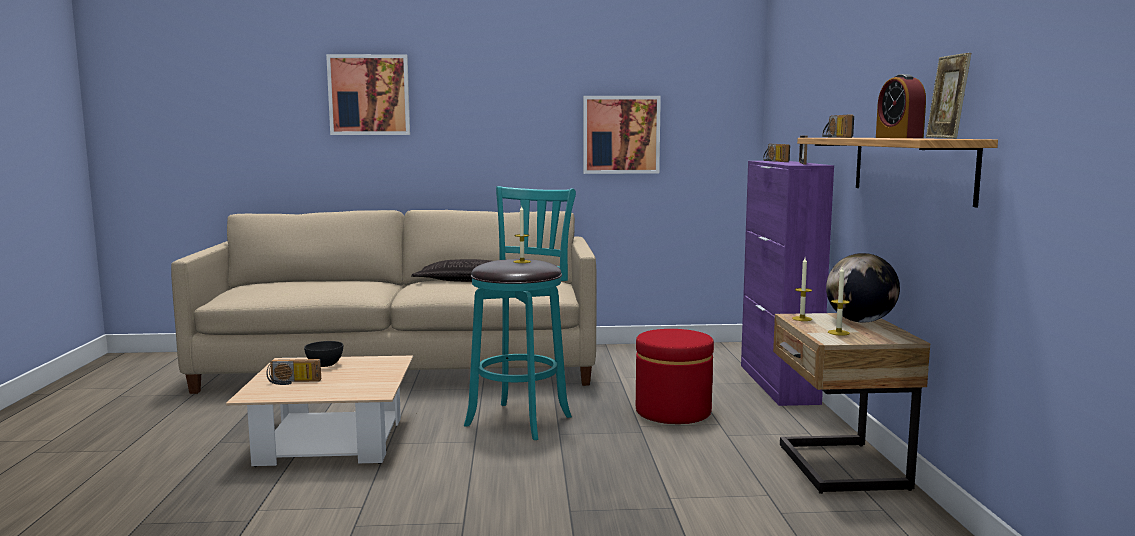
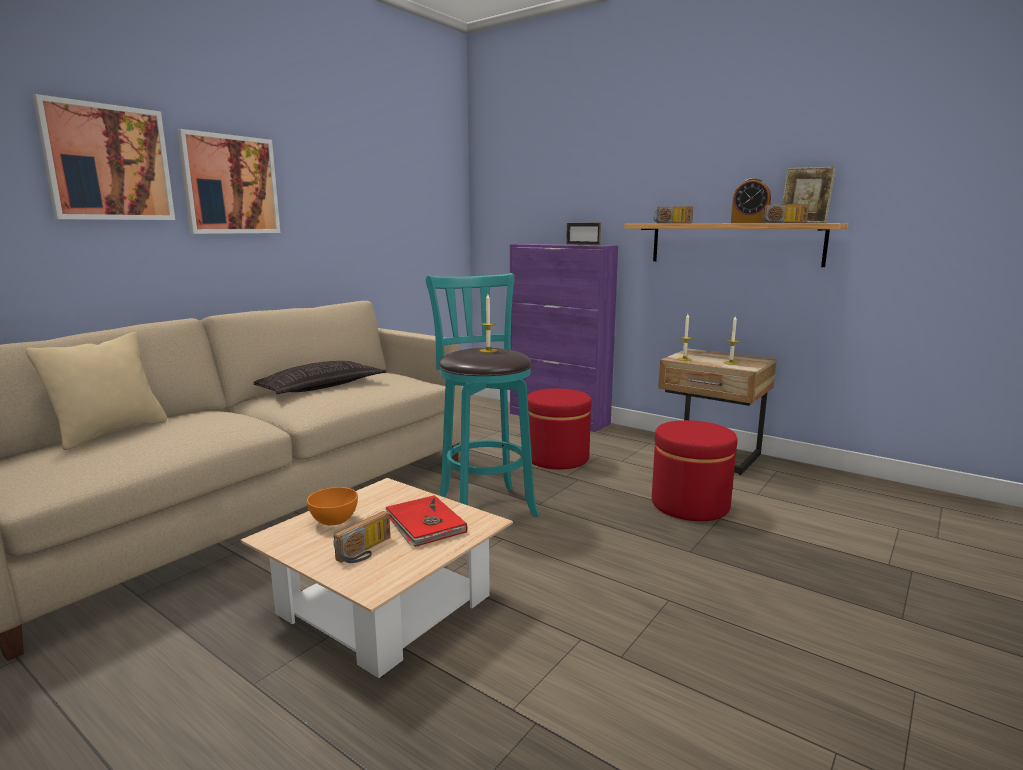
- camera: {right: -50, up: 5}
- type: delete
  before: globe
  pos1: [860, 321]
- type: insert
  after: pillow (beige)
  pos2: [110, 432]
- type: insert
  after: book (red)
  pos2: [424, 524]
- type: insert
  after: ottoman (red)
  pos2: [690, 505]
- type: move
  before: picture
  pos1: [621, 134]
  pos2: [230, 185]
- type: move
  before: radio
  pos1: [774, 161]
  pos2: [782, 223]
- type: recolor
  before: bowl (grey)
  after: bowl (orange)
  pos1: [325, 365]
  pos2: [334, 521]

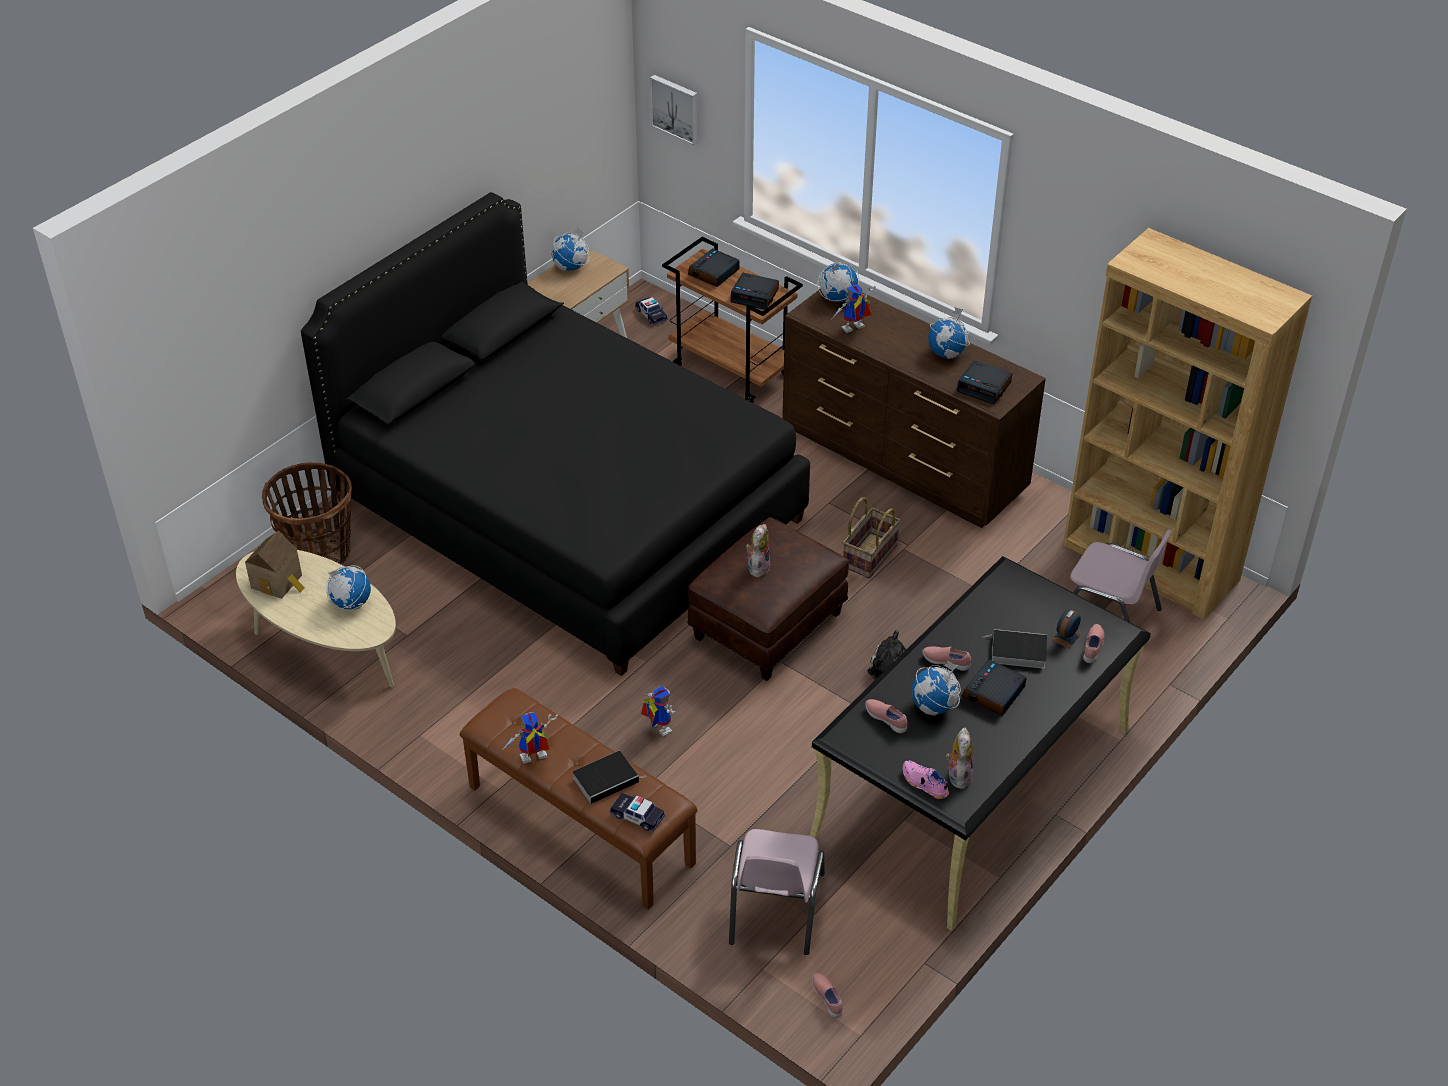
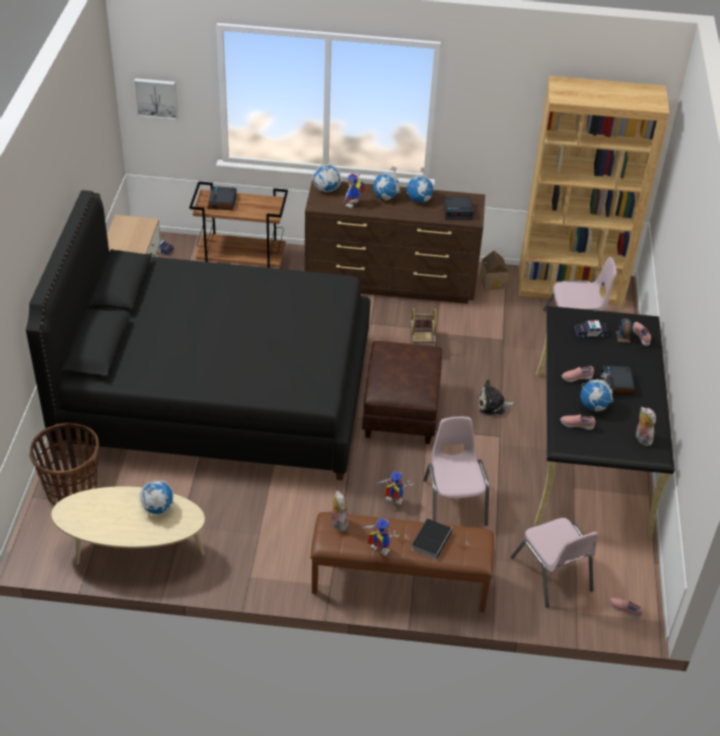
- camera: {right: -35, up: 0}
- type: delete
  before: alarm clock
  pos1: [755, 296]
- type: delete
  before: shoe (pink)
  pos1: [924, 784]
- type: delete
  before: book
  pos1: [1016, 652]
- type: insert
  after: chair (pink)
  pos2: [454, 502]
- type: move
  before: toy house
  pos1: [279, 582]
  pos2: [494, 282]
- type: move
  before: globe
  pos1: [571, 267]
  pos2: [386, 197]
- type: move
  before: toy car
  pos1: [637, 816]
  pos2: [590, 333]
- type: move
  before: plush toy
  pos1: [757, 566]
  pos2: [338, 522]
- type: rotate
  before: toy robot
  pos1: [532, 760]
  pos2: [377, 550]
  turn: 90

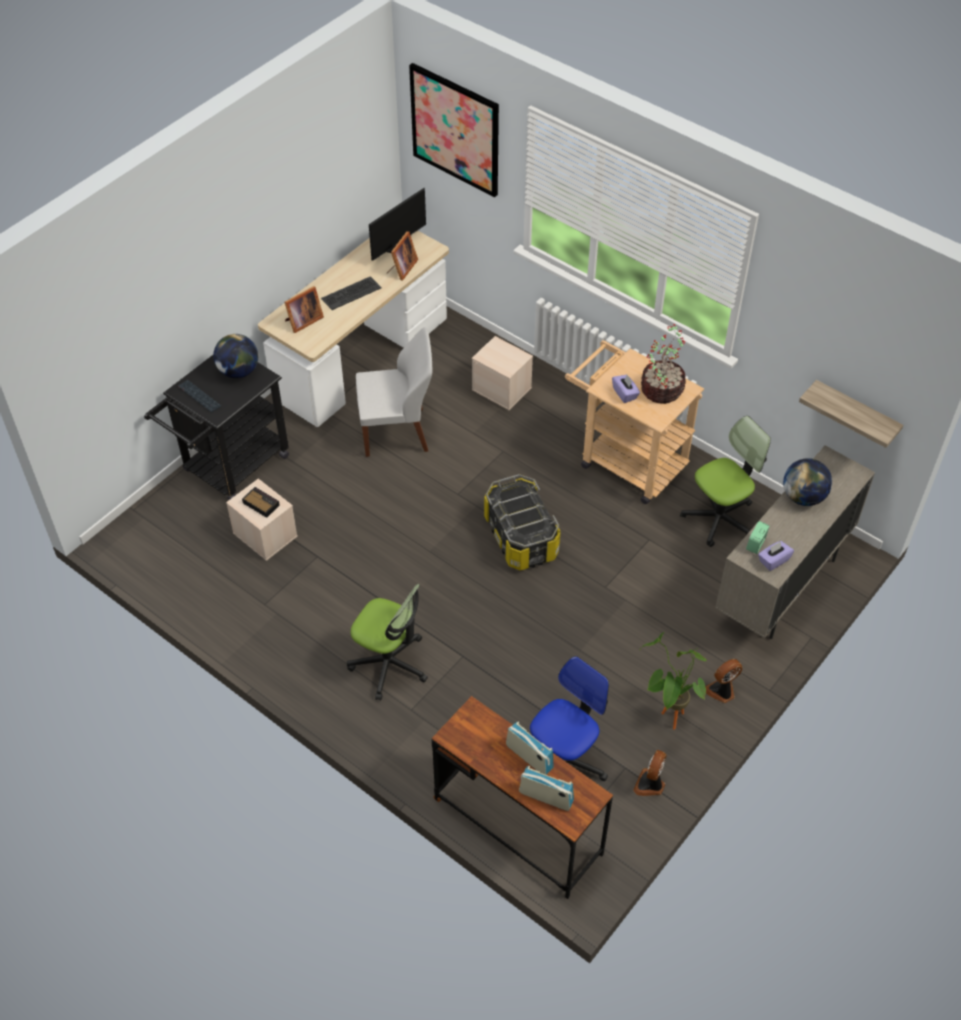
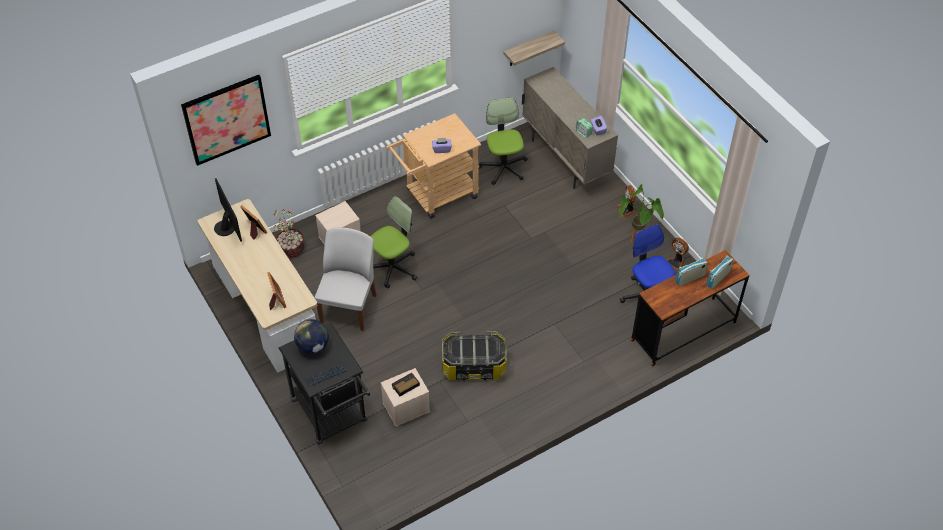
- camera: {right: -70, up: 0}
- type: delete
  before: keyboard
  pos1: [351, 293]
- type: delete
  before: globe
  pos1: [803, 497]
- type: move
  before: office chair
  pos1: [389, 664]
  pos2: [393, 267]
- type: move
  before: storage box
  pos1: [521, 537]
  pos2: [474, 365]
- type: move
  before: potted plant
  pos1: [662, 389]
  pos2: [290, 248]

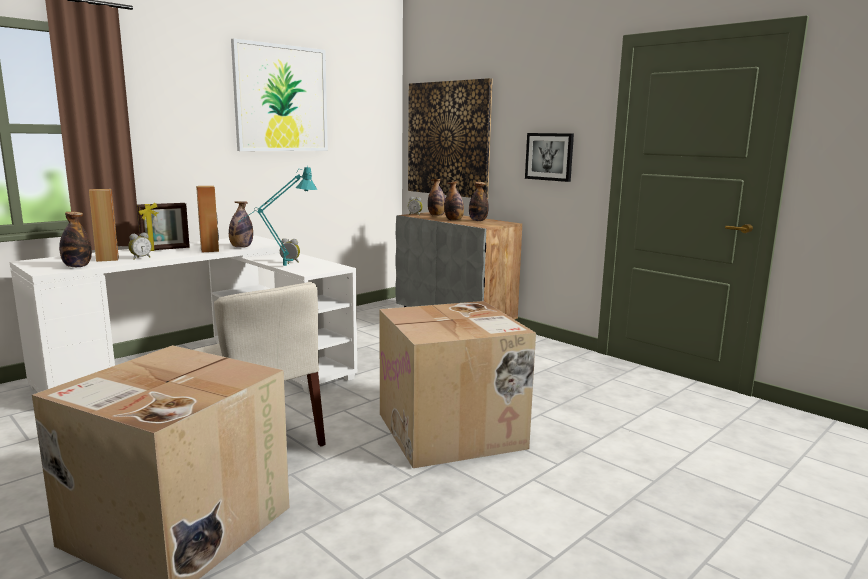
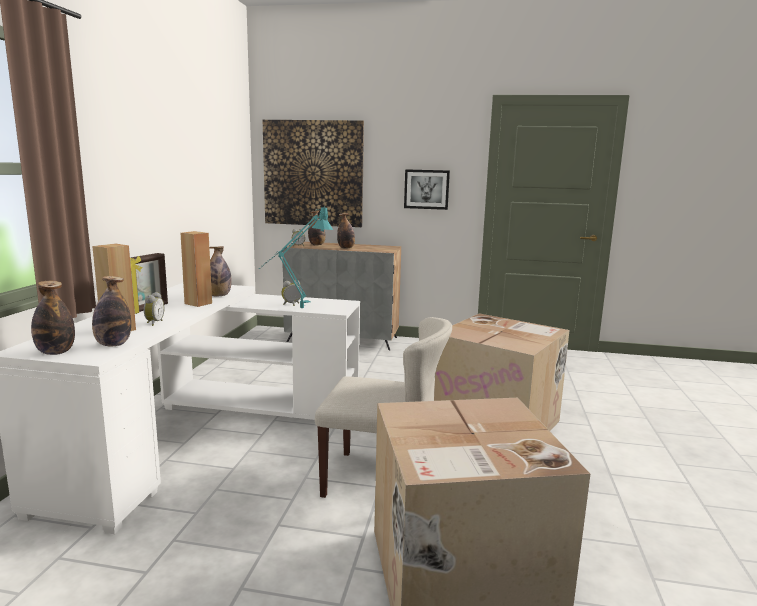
- camera: {right: -35, up: 0}
- type: delete
  before: picture
  pos1: [281, 98]
- type: move
  before: bottle
  pos1: [478, 220]
  pos2: [56, 352]

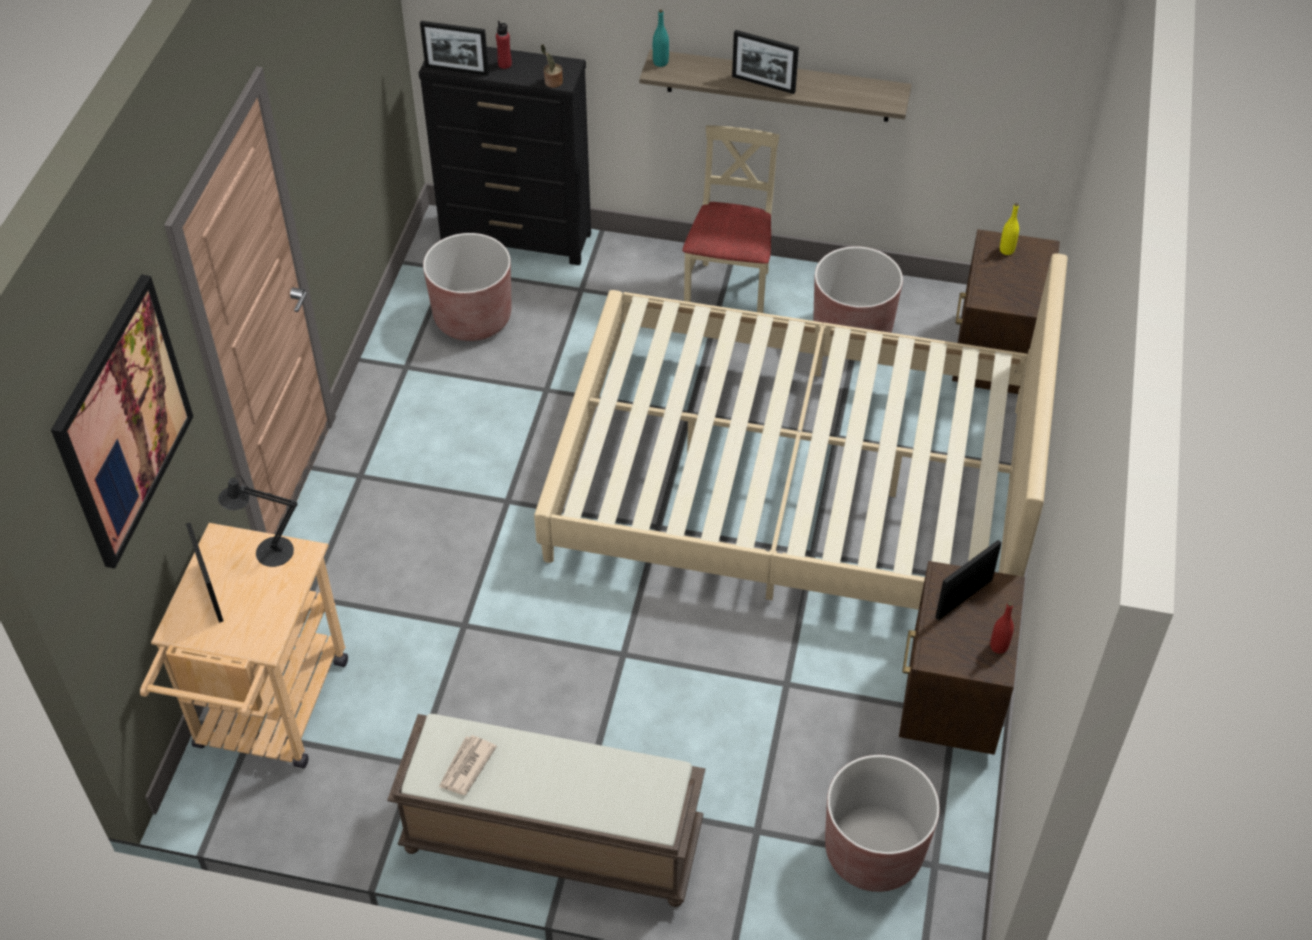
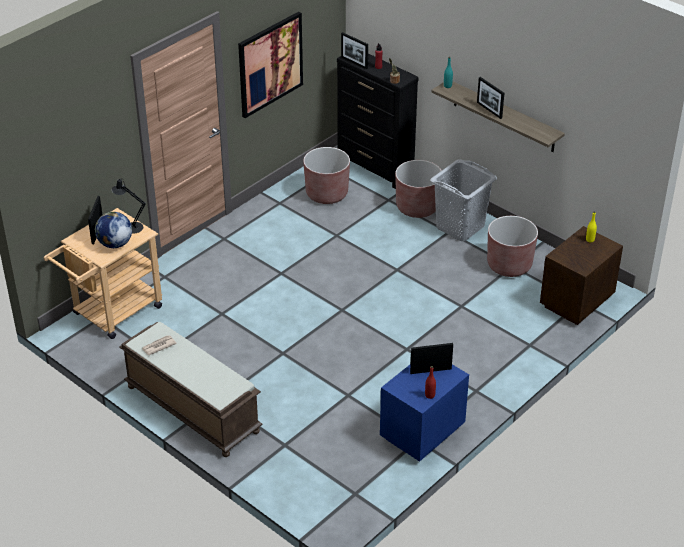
- camera: {right: 30, up: -10}
- type: delete
  before: bed (beige)
  pos1: [794, 485]
- type: insert
  after: globe
  pos2: [115, 244]
- type: move
  before: picture
  pos1: [123, 421]
  pos2: [270, 64]
- type: move
  before: planter (brown)
  pos1: [873, 851]
  pos2: [417, 207]
- type: replace
  before: chair (beige)
  after: laundry basket (grey)
  pos1: [729, 294]
  pos2: [460, 227]
- type: recolor
  before: nightstand (brown)
  after: nightstand (blue)
  pos1: [949, 700]
  pos2: [420, 434]

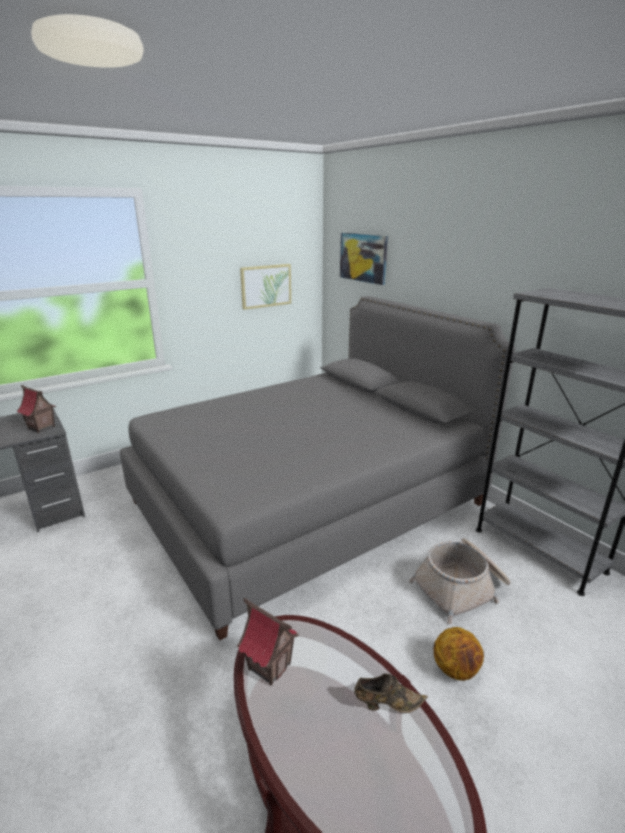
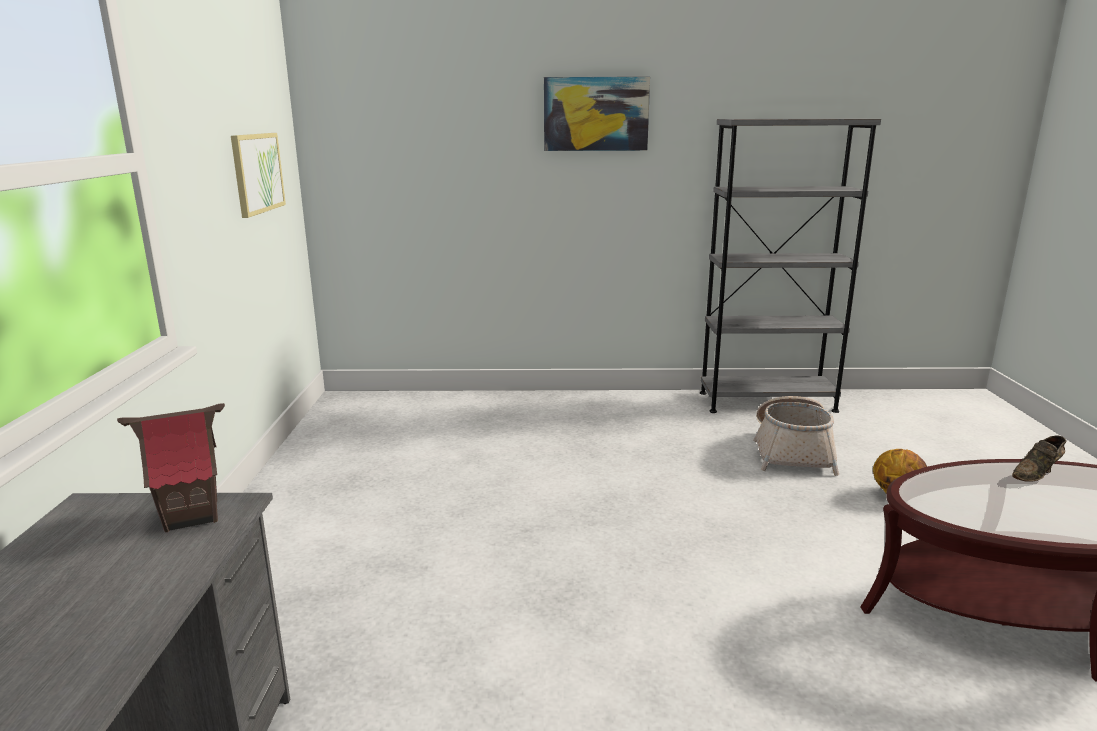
- camera: {right: -55, up: -5}
- type: delete
  before: bed (grey)
  pos1: [307, 502]
- type: delete
  before: toy house
  pos1: [269, 666]
- type: move
  before: picture
  pos1: [363, 257]
  pos2: [596, 114]
- type: rotate
  before: shoe (brown)
  pos1: [387, 703]
  pos2: [1037, 474]
  turn: -150

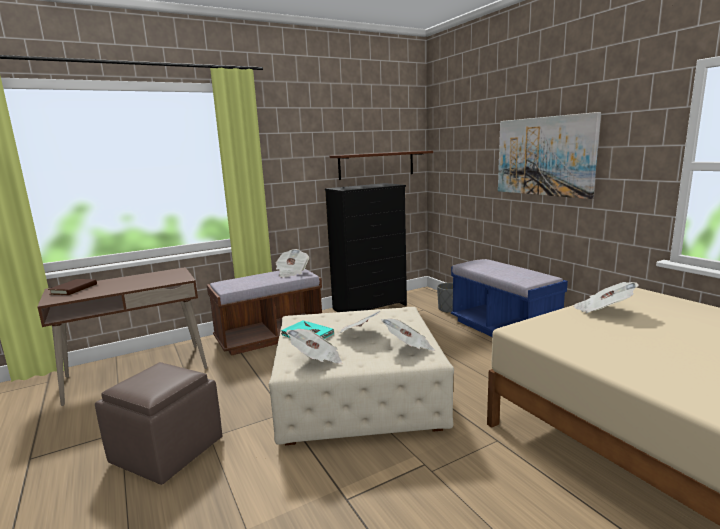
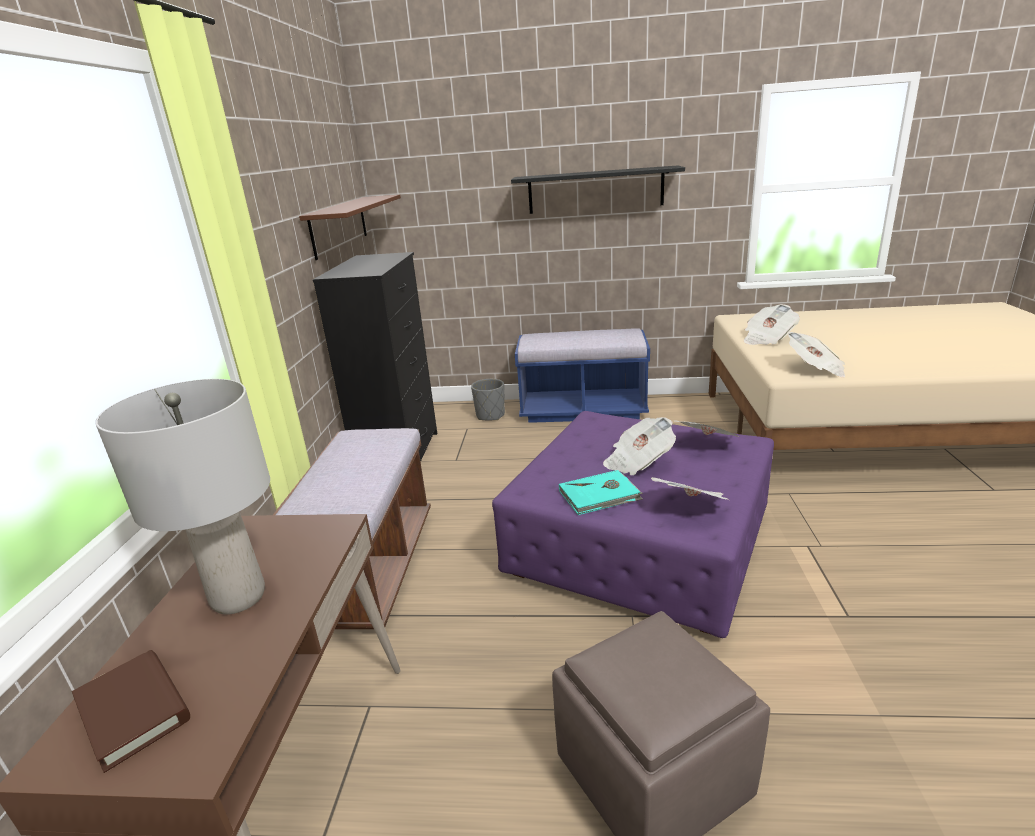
- camera: {right: -55, up: 10}
- type: insert
  after: table lamp (grey)
  pos2: [239, 596]
- type: move
  before: newspaper
  pos1: [292, 272]
  pos2: [815, 369]
- type: replace
  before: picture
  after: shelf (black)
  pos1: [544, 156]
  pos2: [595, 190]
- type: recolor
  before: ottoman (beige)
  after: ottoman (purple)
  pos1: [358, 395]
  pos2: [638, 542]

